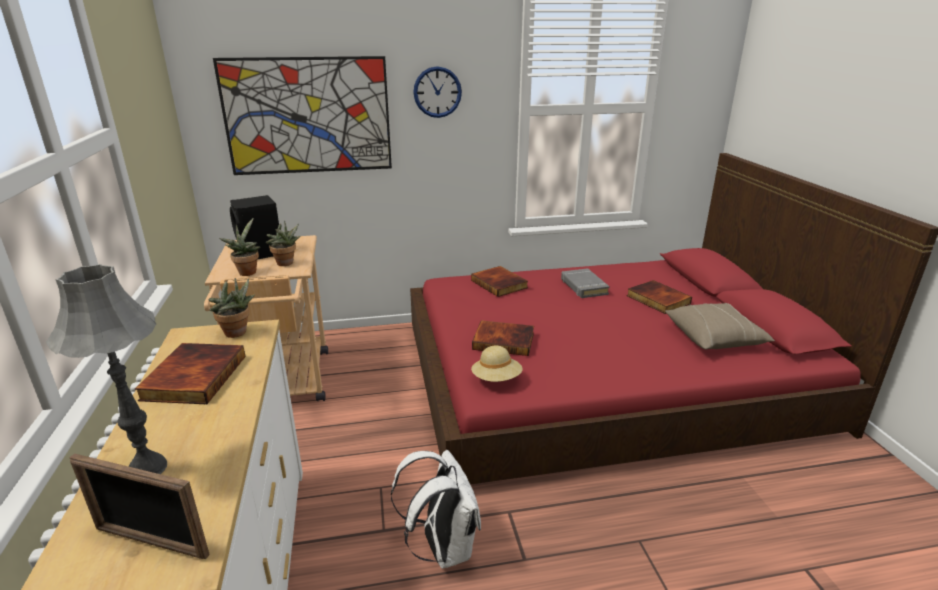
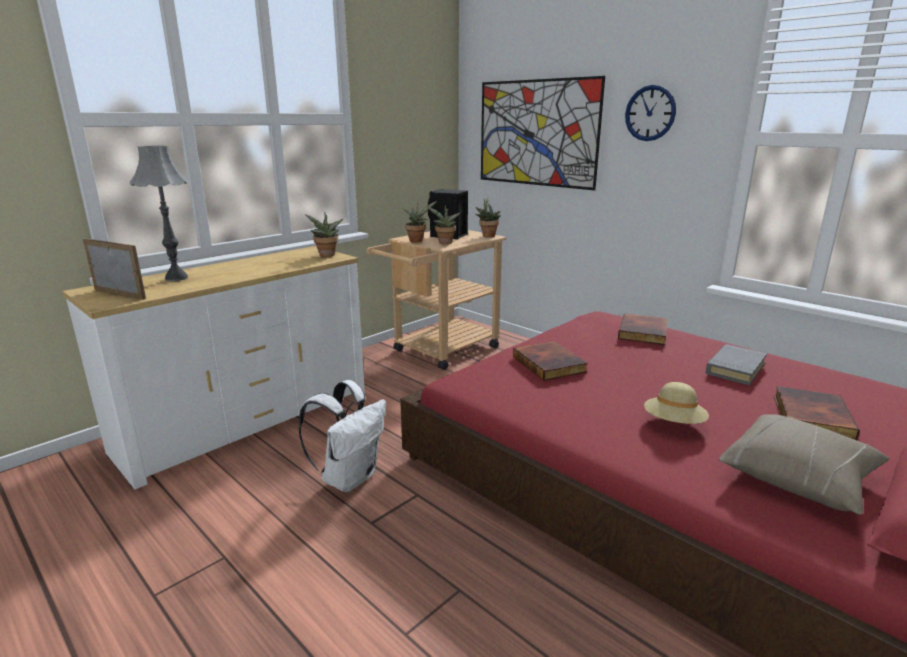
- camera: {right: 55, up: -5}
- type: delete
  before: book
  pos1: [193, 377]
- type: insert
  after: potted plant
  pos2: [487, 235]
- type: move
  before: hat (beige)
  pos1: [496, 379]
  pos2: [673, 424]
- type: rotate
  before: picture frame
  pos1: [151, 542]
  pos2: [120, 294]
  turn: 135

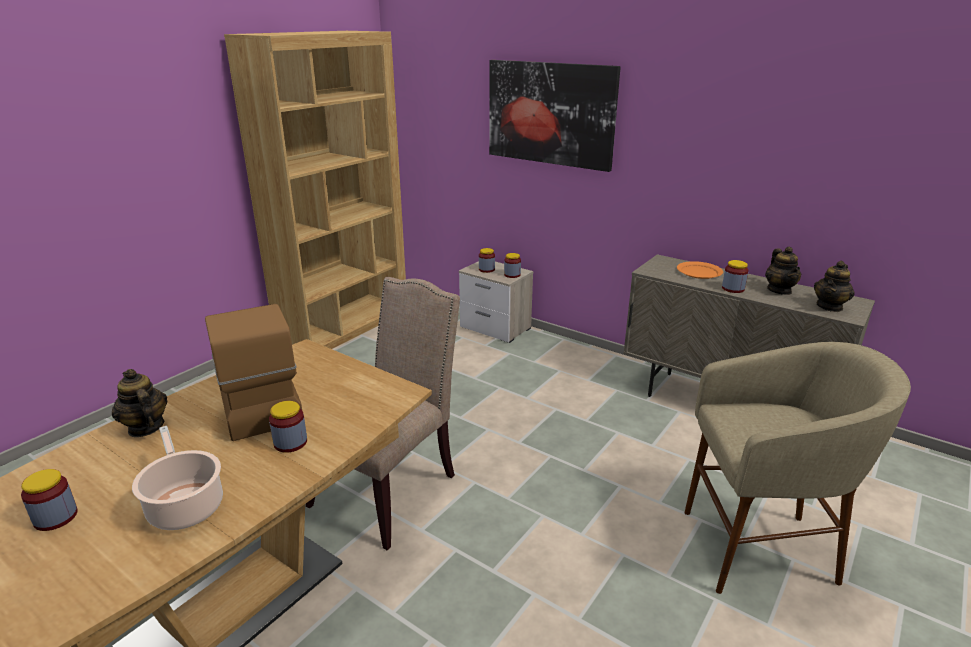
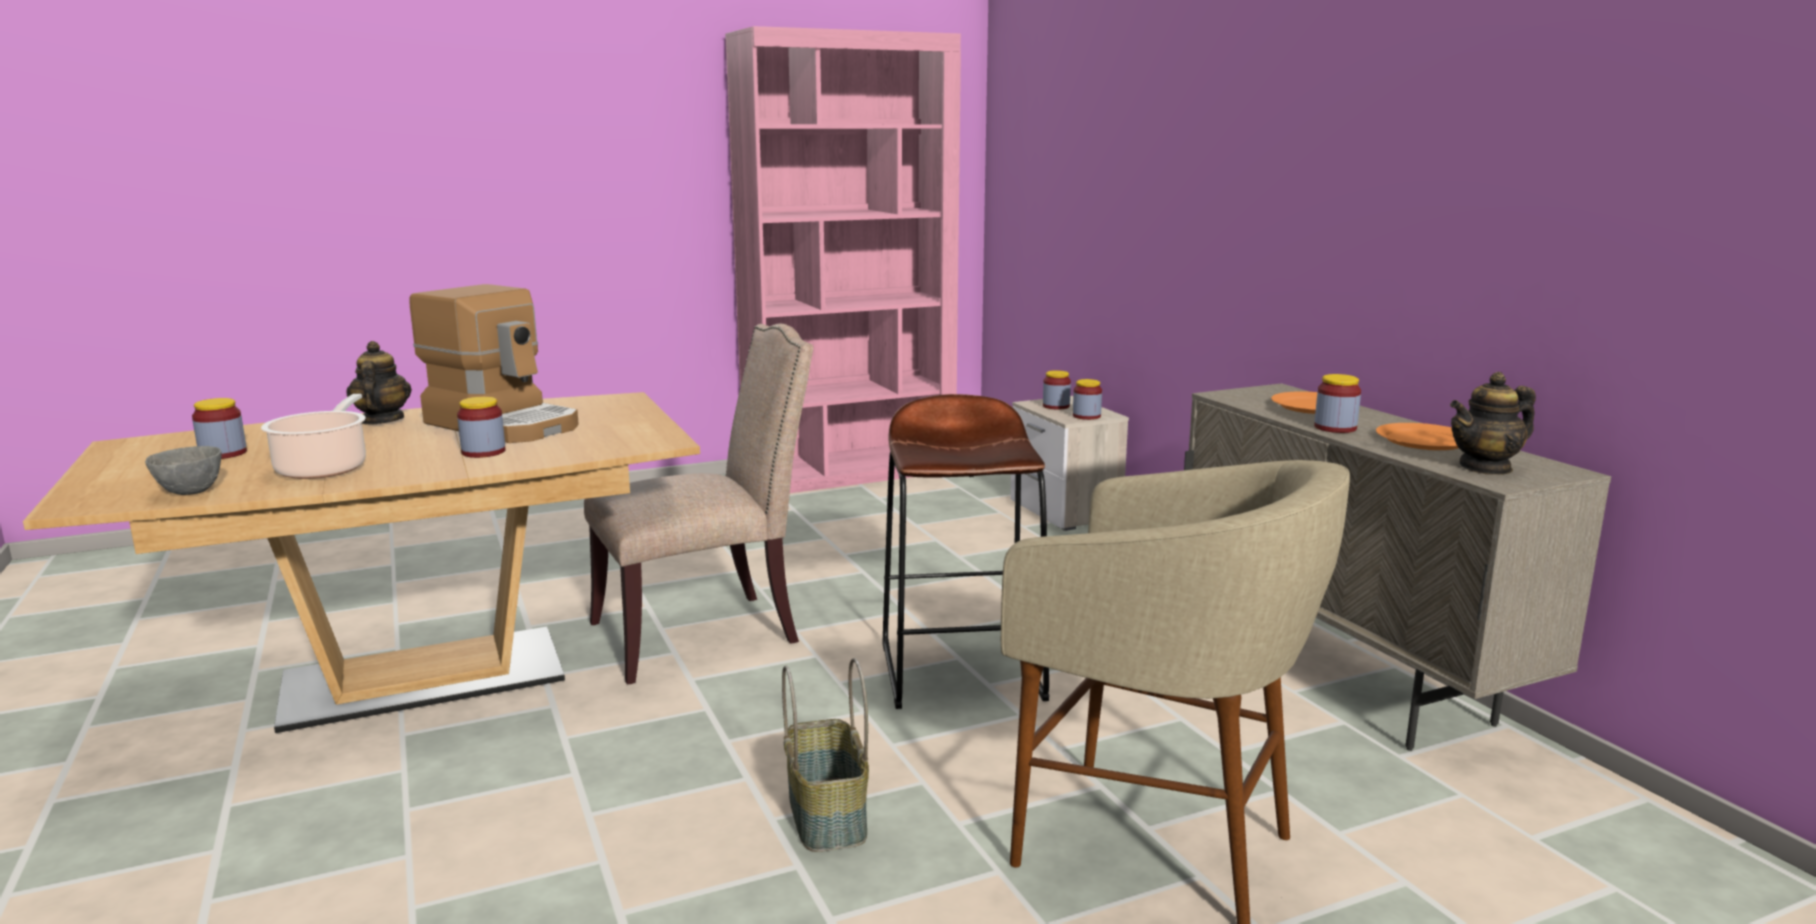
- camera: {right: 30, up: -10}
- type: delete
  before: picture
  pos1: [550, 113]
- type: insert
  after: bowl (grey)
  pos2: [192, 492]
- type: insert
  after: basket
  pos2: [829, 815]
- type: insert
  after: stool (brown)
  pos2: [962, 670]
- type: replace
  before: teapot
  after: plate (orange)
  pos1: [779, 290]
  pos2: [1425, 440]
- type: recolor
  before: bookcase (brown)
  after: bookcase (pink)
  pos1: [345, 326]
  pos2: [850, 472]
- type: rotate
  before: coffee machine
  pos1: [258, 404]
  pos2: [504, 424]
  turn: 120

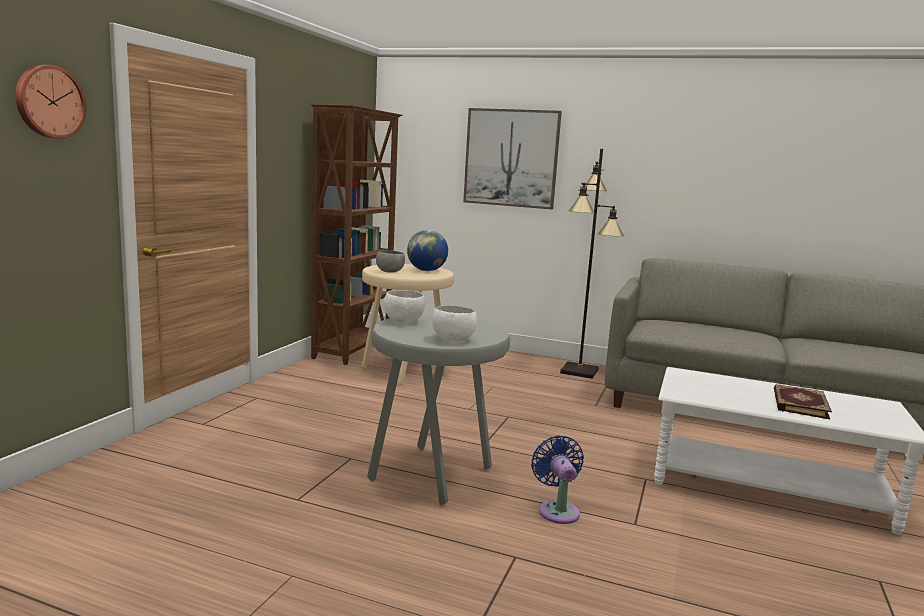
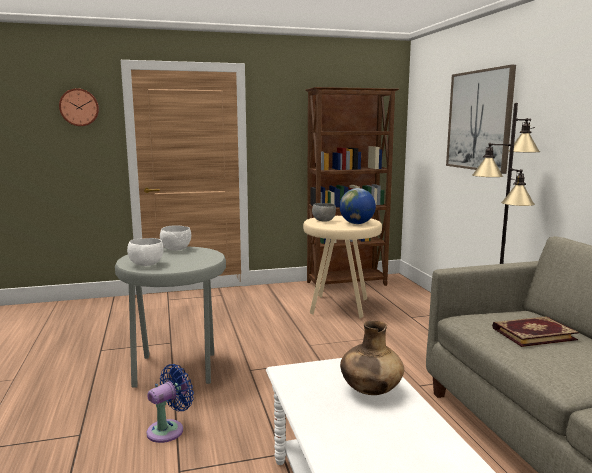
- camera: {right: 55, up: 0}
- type: insert
  after: vase (brown)
  pos2: [370, 391]
- type: move
  before: book
  pos1: [798, 404]
  pos2: [533, 333]

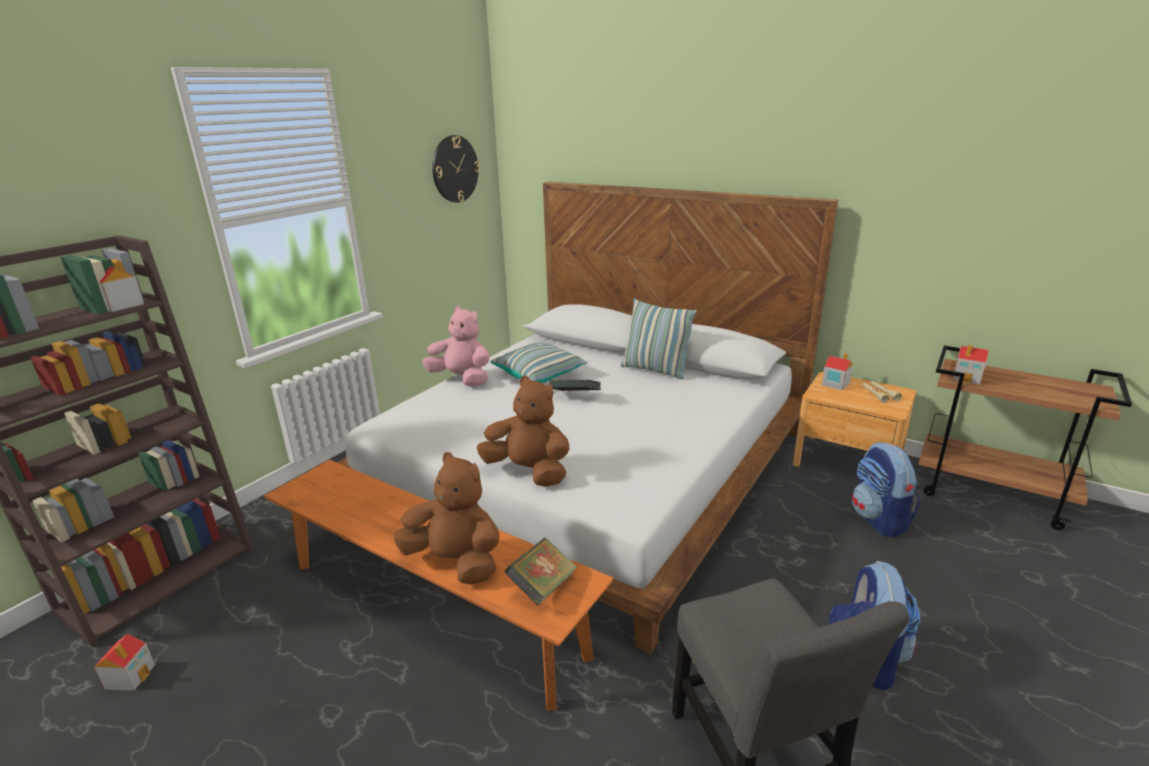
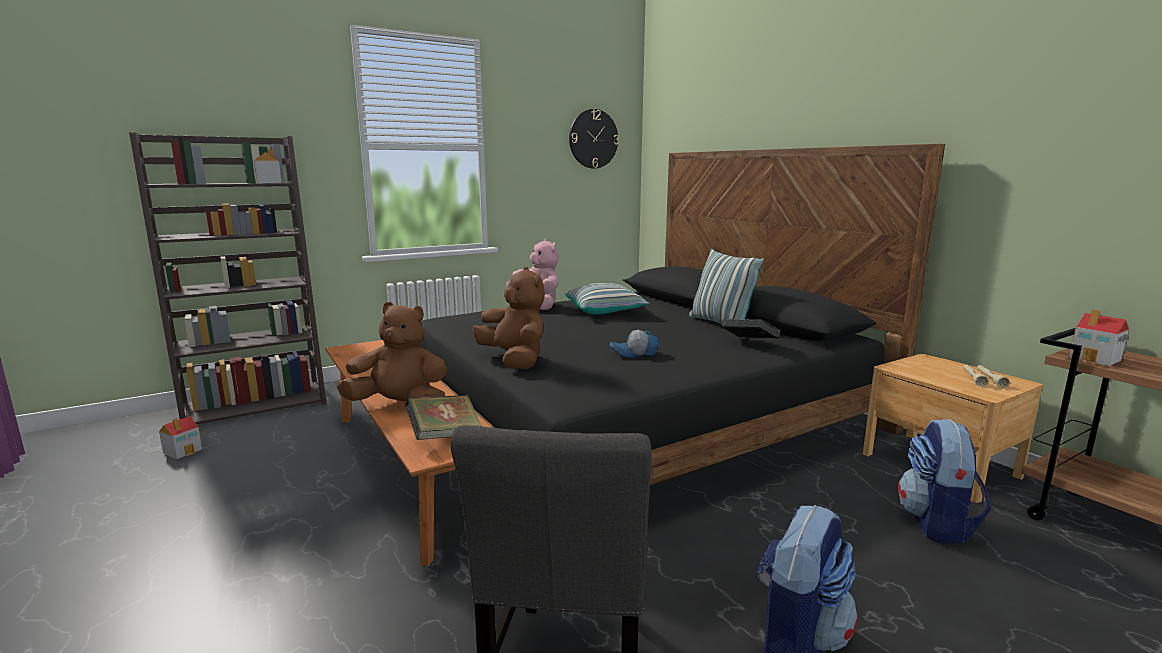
- camera: {right: 25, up: -10}
- type: delete
  before: toy house
  pos1: [835, 384]
- type: insert
  after: cap
  pos2: [634, 353]
- type: move
  before: book
  pos1: [575, 398]
  pos2: [749, 343]
- type: recolor
  before: bed (white)
  after: bed (black)
  pos1: [589, 469]
  pos2: [632, 411]
- type: rotate
  before: plush toy (brown)
  pos1: [455, 561]
  pos2: [400, 406]
  turn: -45

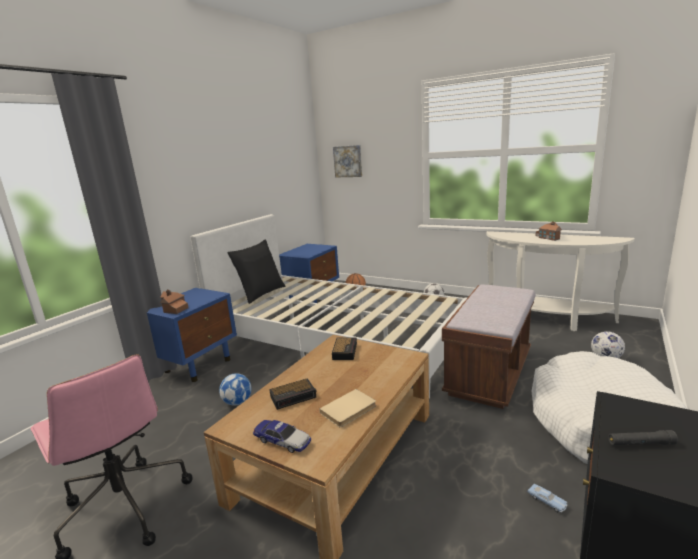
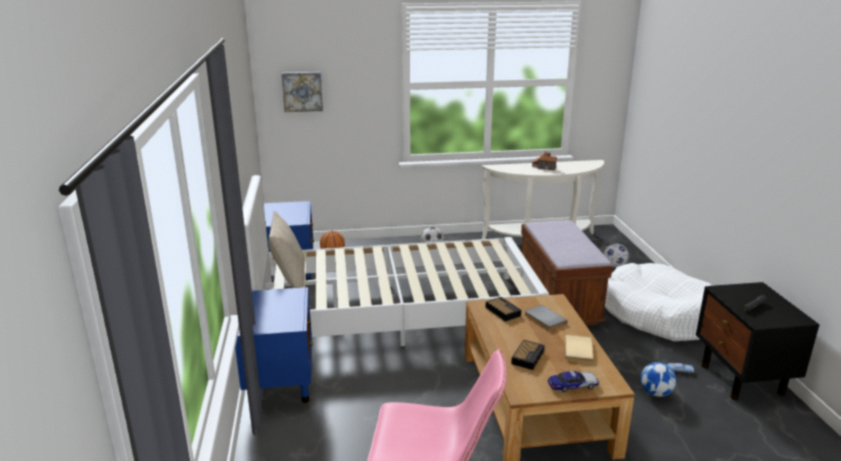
- camera: {right: -40, up: 5}
- type: delete
  before: toy house
  pos1: [173, 309]
- type: insert
  after: book (grey)
  pos2: [544, 319]
- type: move
  before: football
  pos1: [237, 402]
  pos2: [656, 393]
- type: recolor
  before: pillow (black)
  after: pillow (beige)
  pos1: [261, 293]
  pos2: [289, 280]

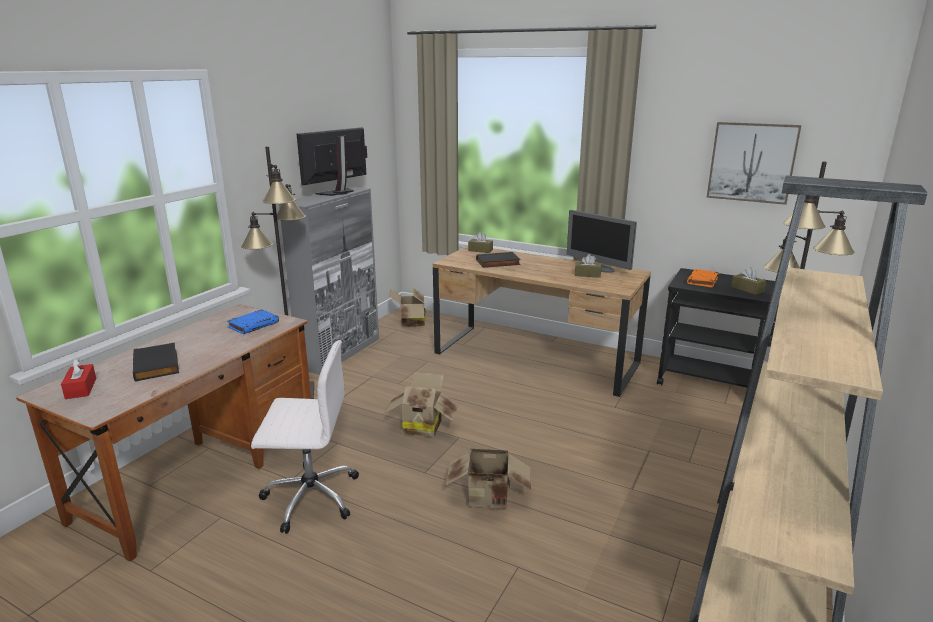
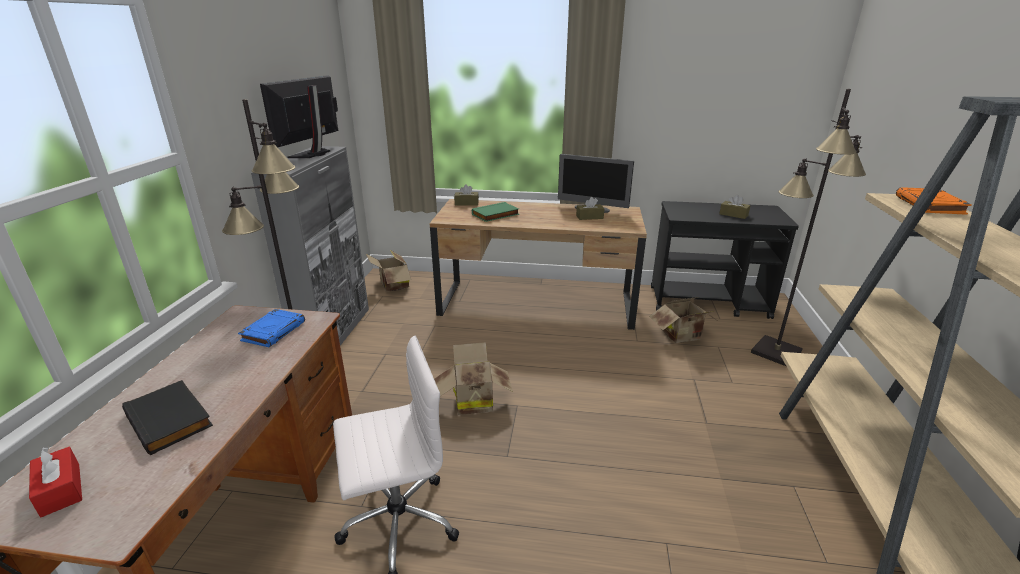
- camera: {right: -20, up: 5}
- type: delete
  before: picture
  pos1: [752, 162]
- type: move
  before: cardboard box
  pos1: [489, 500]
  pos2: [683, 336]
- type: move
  before: book (orange)
  pos1: [702, 281]
  pos2: [930, 205]
- type: recolor
  before: book (black)
  after: book (green)
  pos1: [498, 263]
  pos2: [495, 215]

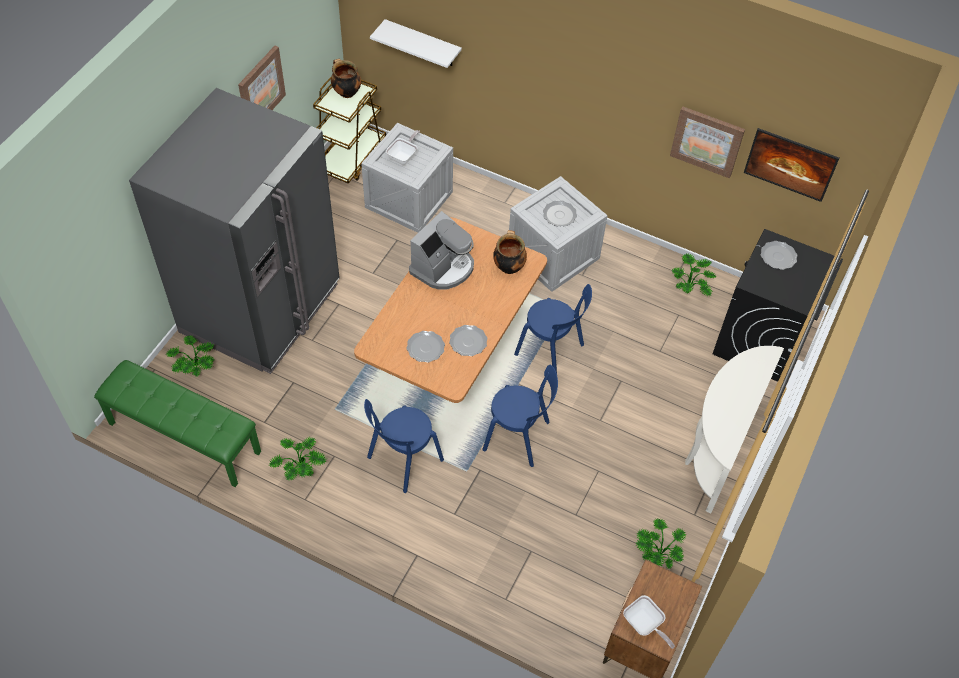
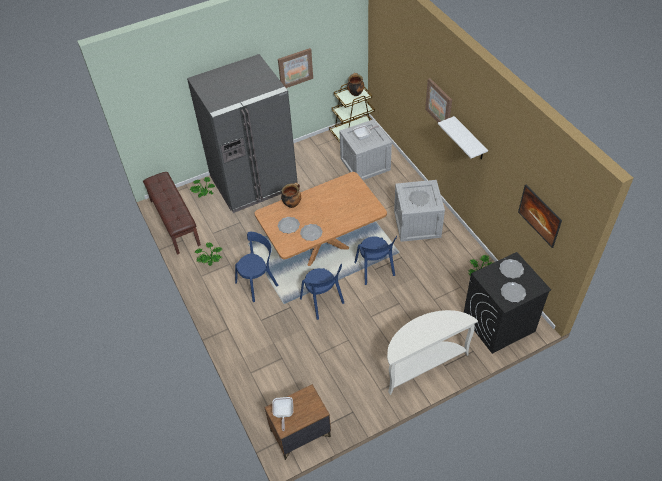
- camera: {right: 40, up: -5}
- type: delete
  before: coffee machine
  pos1: [443, 268]
- type: delete
  before: potted plant
  pos1: [656, 554]
- type: insert
  after: plate
  pos2: [513, 293]
- type: move
  before: shelf (white)
  pos1: [423, 43]
  pos2: [469, 139]
- type: move
  before: cooking pot
  pos1: [508, 266]
  pos2: [292, 203]
- type: move
  before: picture
  pos1: [707, 141]
  pos2: [439, 104]
- type: recolor
  before: bench (green)
  after: bench (brown)
  pos1: [183, 438]
  pos2: [174, 222]
- type: rotate
  before: chair (blue)
  pos1: [402, 460]
  pos2: [258, 283]
  turn: 150

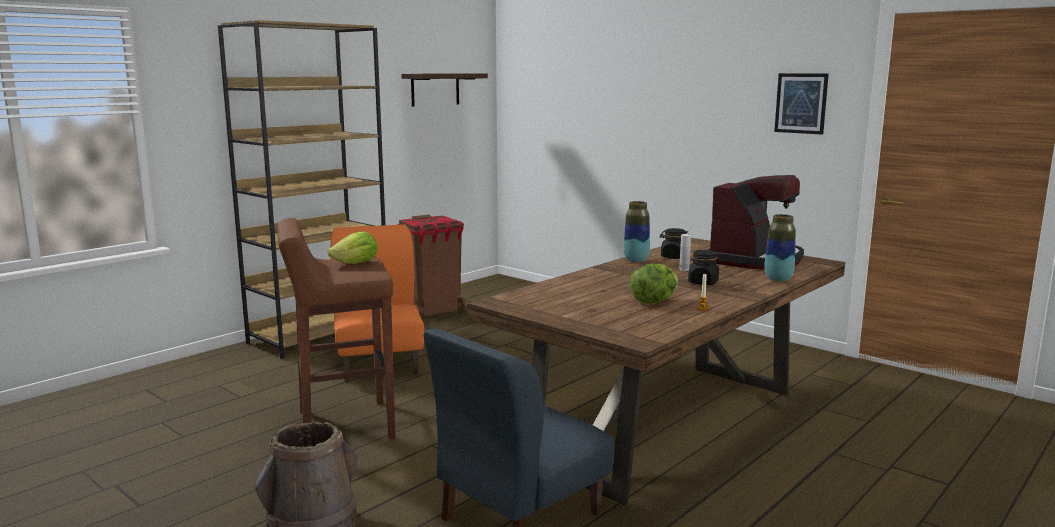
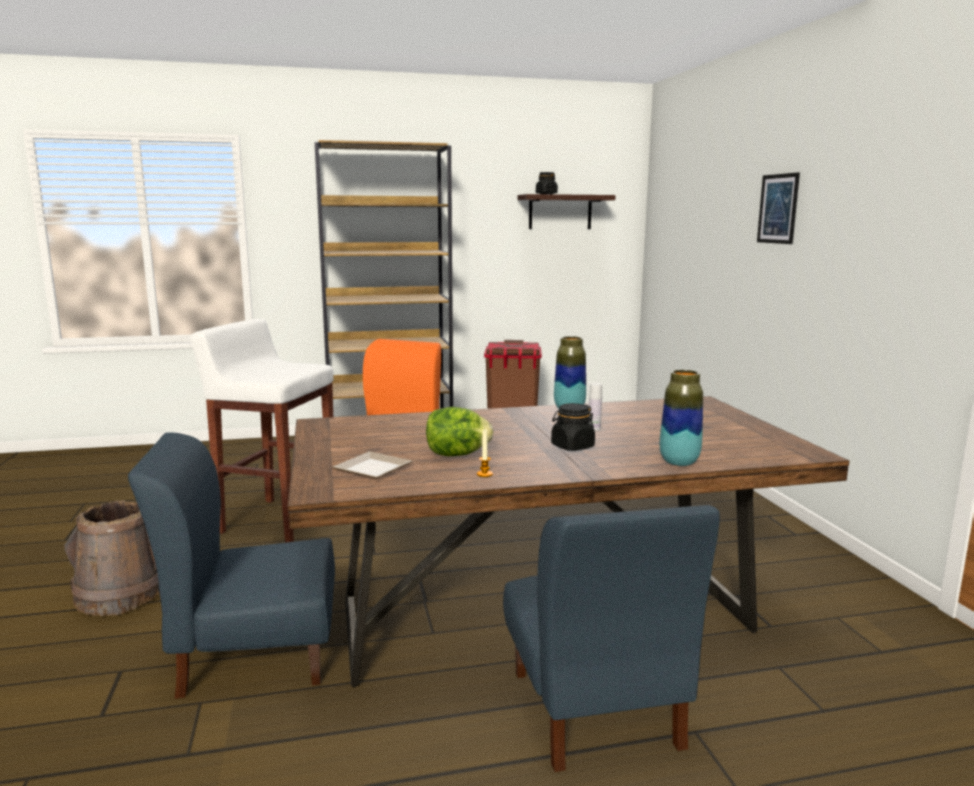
- camera: {right: 35, up: 0}
- type: delete
  before: lettuce
  pos1: [356, 264]
- type: delete
  before: coffee machine
  pos1: [755, 259]
- type: insert
  after: plate
  pos2: [373, 470]
- type: insert
  after: chair (blue)
  pos2: [594, 709]
- type: move
  before: jar (black)
  pos1: [674, 257]
  pos2: [546, 194]
- type: move
  before: picture
  pos1: [801, 103]
  pos2: [778, 208]
- type: recolor
  before: stool (brown)
  after: stool (white)
  pos1: [343, 425]
  pos2: [277, 520]

